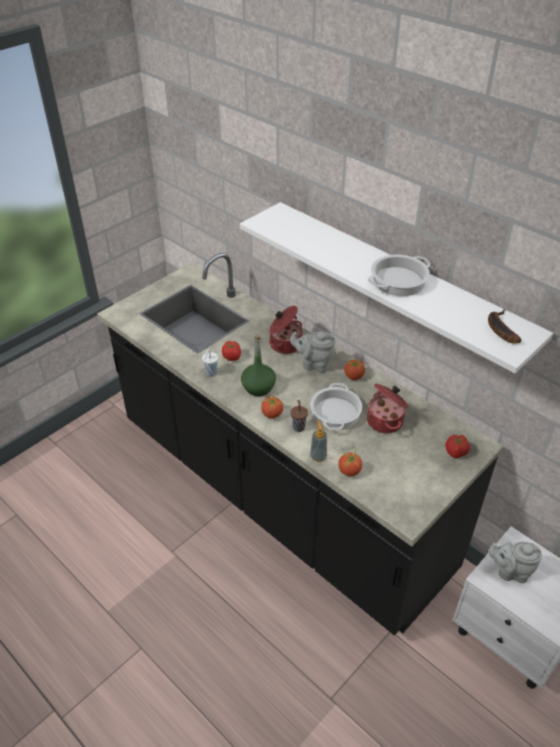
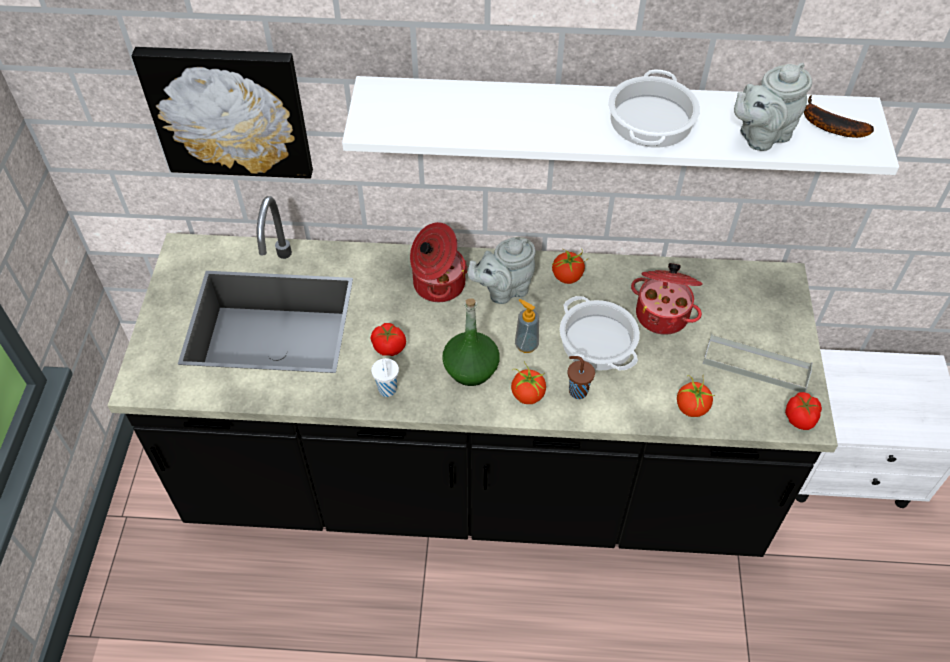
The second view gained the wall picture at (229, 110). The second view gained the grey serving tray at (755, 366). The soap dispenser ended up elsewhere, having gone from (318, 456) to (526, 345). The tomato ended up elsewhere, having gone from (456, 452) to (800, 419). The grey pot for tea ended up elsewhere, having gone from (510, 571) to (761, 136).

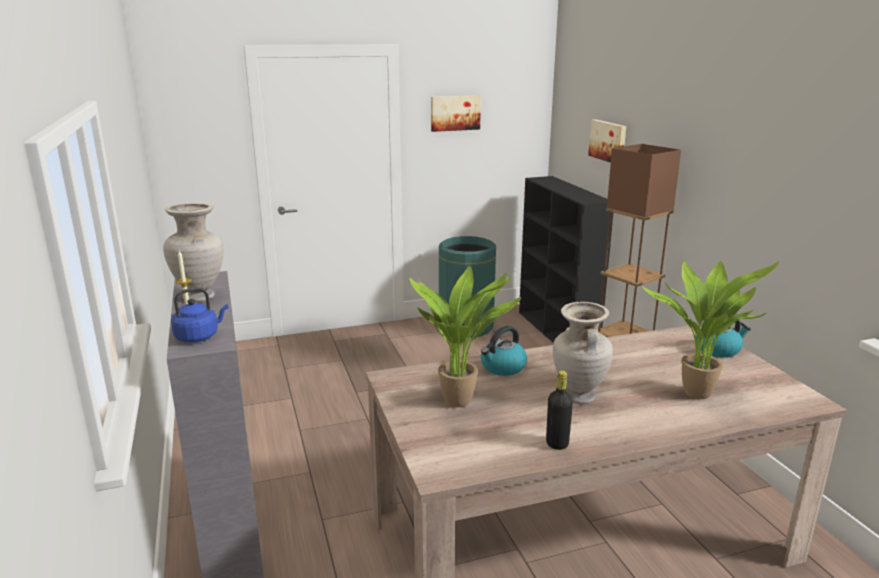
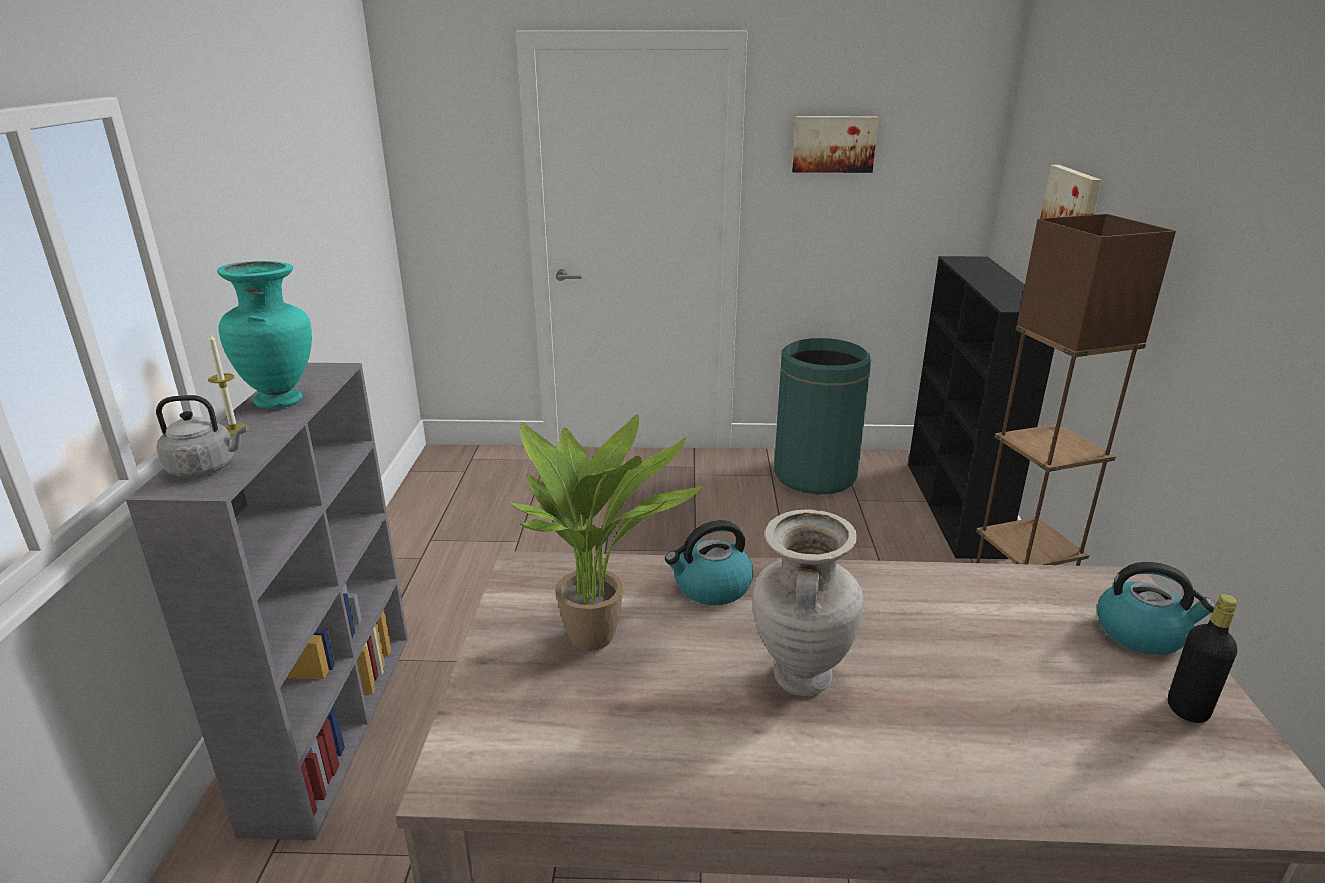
The second view lost the plant in a pot at (697, 392). The black-coloured drink bottle ended up elsewhere, having gone from (557, 443) to (1187, 709). What was the sand-coloured flower vase at (200, 297) turned into the turquoise-coloured flower vase at (281, 401). What was the bluish tea kettle at (199, 336) turned into the grey tea kettle at (206, 468).

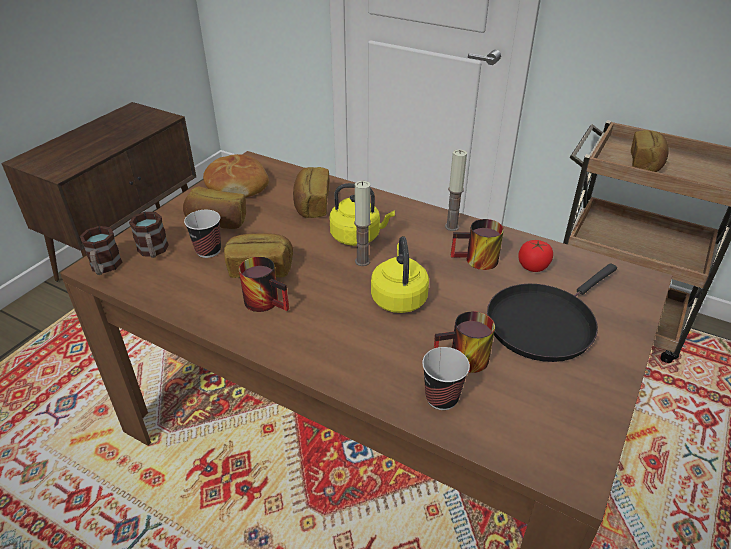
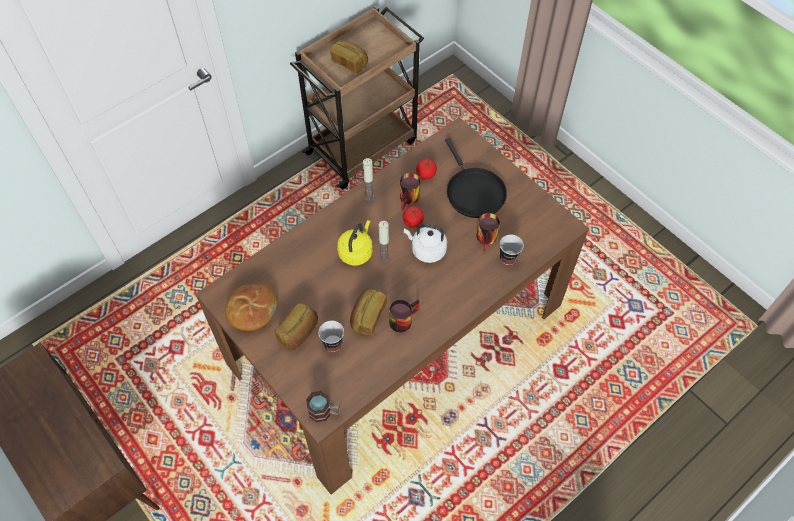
The second view lost the coffee mug at (153, 251). The second view lost the bread at (311, 205). The second view gained the tomato at (413, 222). What was the yellowish tea kettle at (398, 297) turned into the whitish tea kettle at (426, 250).

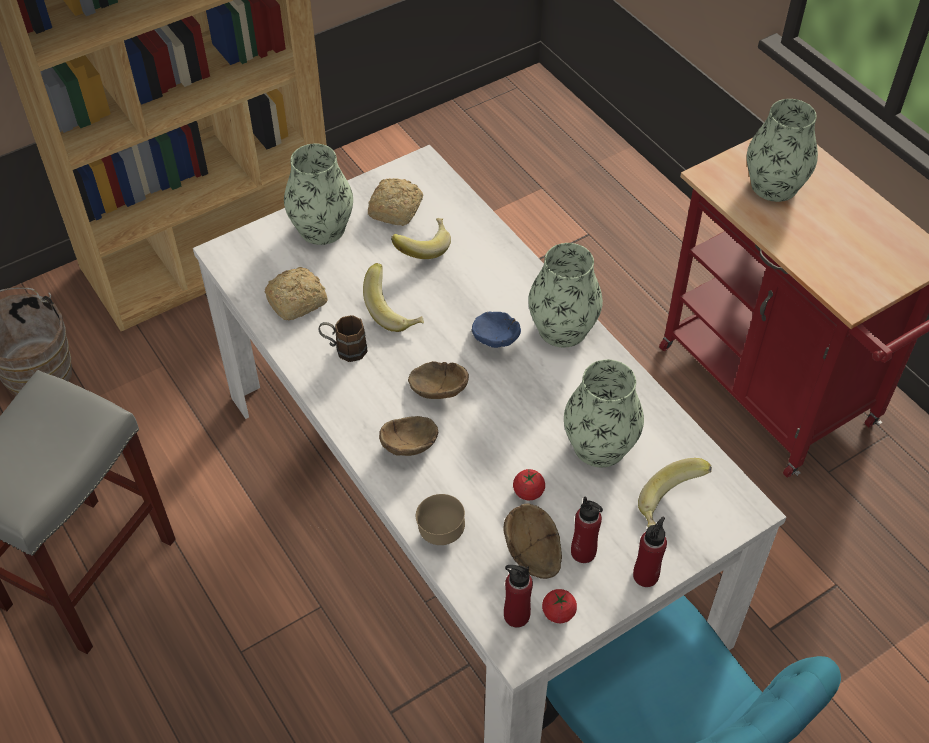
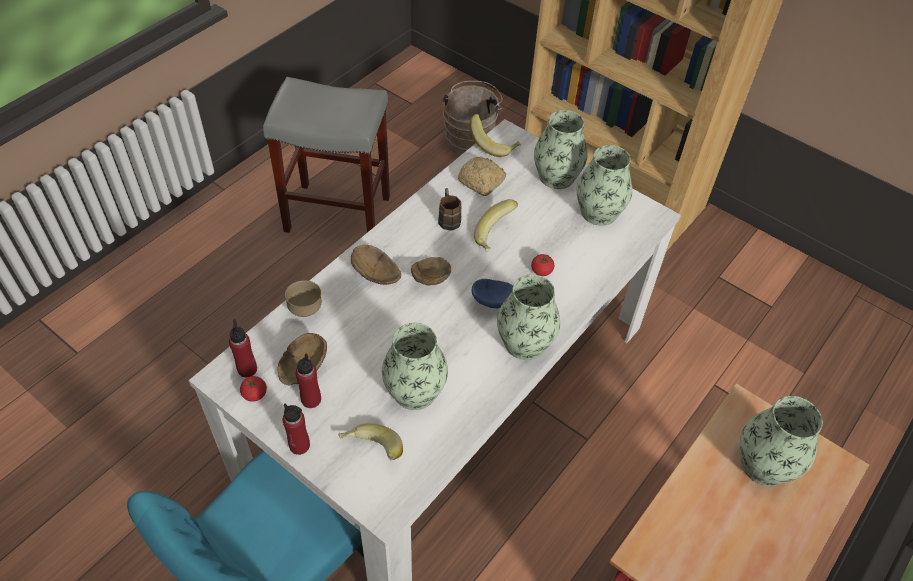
The whole banana ended up elsewhere, having gone from (422, 247) to (494, 145). The tomato ended up elsewhere, having gone from (528, 492) to (541, 271). Where the bread stood at (396, 208), the flower vase came to stand at (599, 212).

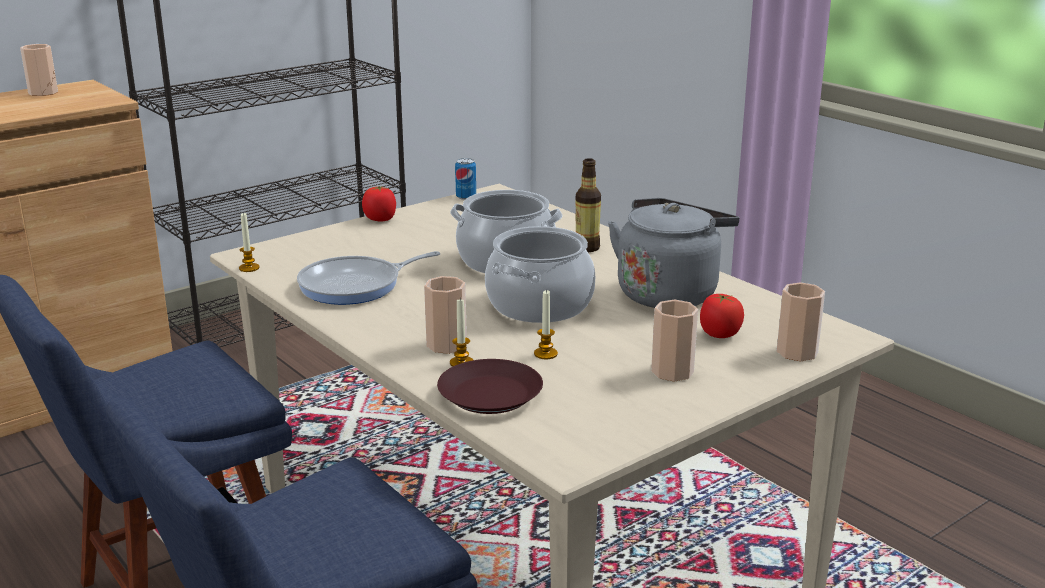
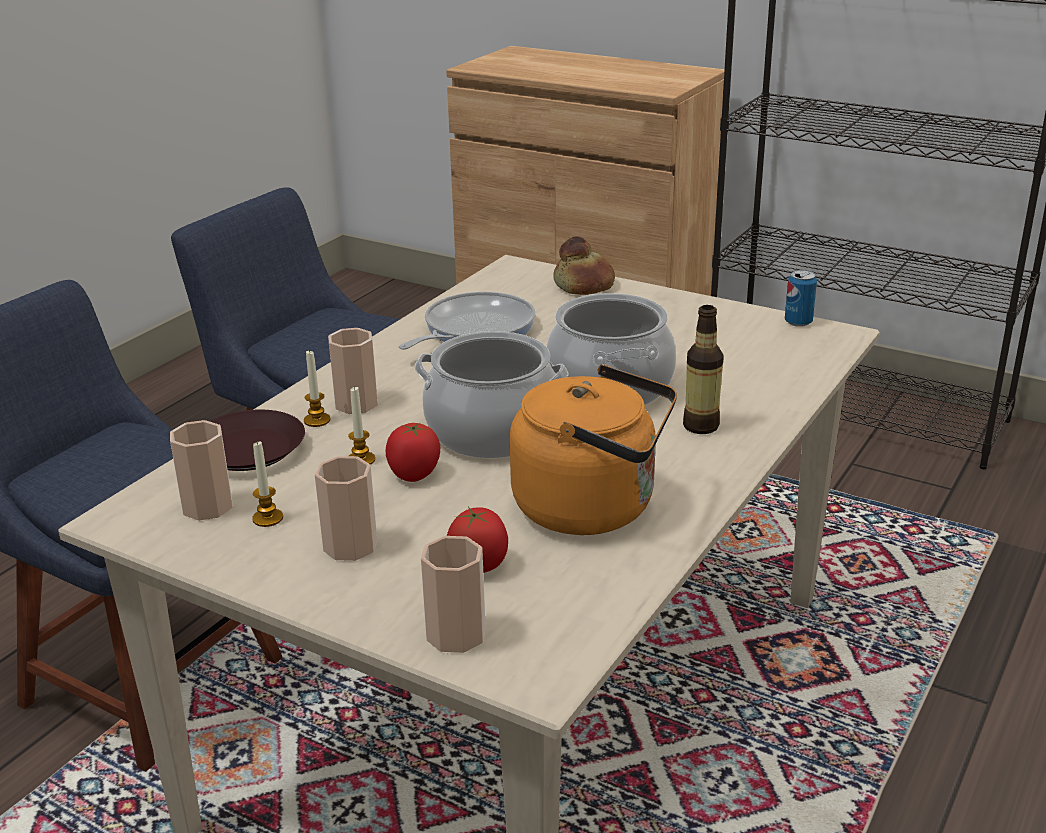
The second view gained the bread at (584, 285). The drinking cup ended up elsewhere, having gone from (43, 93) to (207, 507). The candle ended up elsewhere, having gone from (249, 268) to (268, 518). The tomato ended up elsewhere, having gone from (380, 219) to (414, 475). What was the grey tea kettle at (669, 293) turned into the orange-coloured tea kettle at (593, 508). The frying pan at (355, 286) ended up facing another way, 90 degrees clockwise from before.

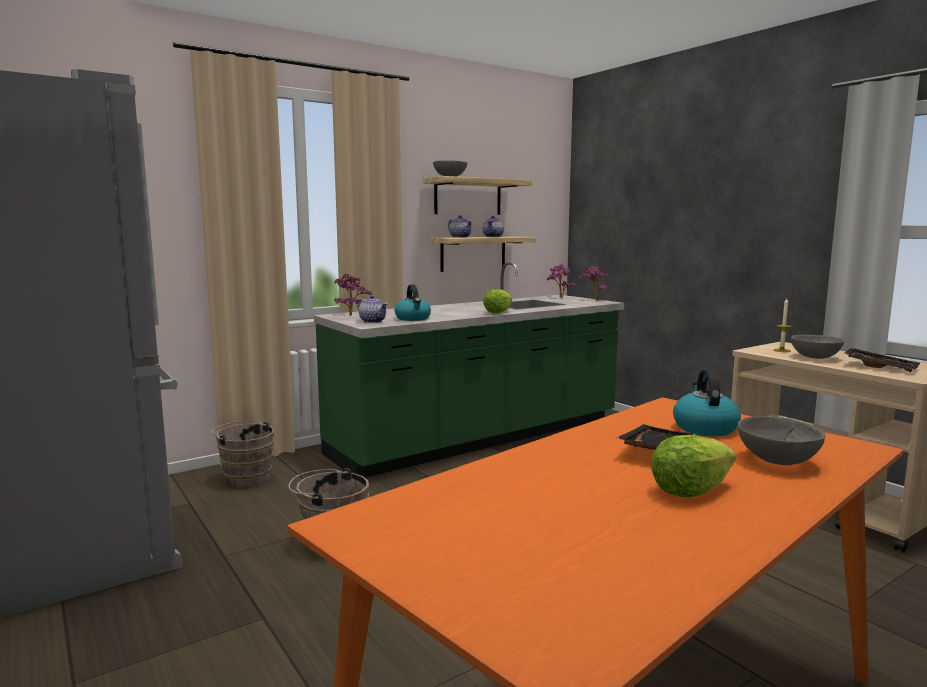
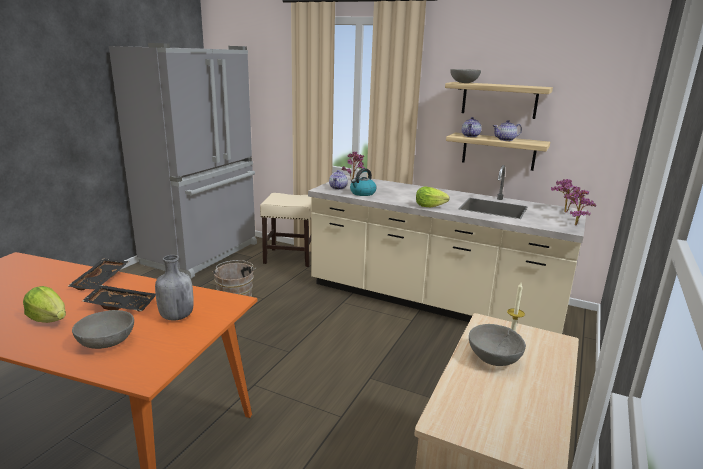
The black-coloured serving tray ended up elsewhere, having gone from (880, 367) to (101, 280). Where the brown-coloured pail stood at (246, 478), the sand-coloured stool came to stand at (290, 257). Where the tea kettle stood at (704, 428), the grey drink bottle came to stand at (176, 316). What was the greenish kitchen base unit at (479, 437) turned into the sand-coloured kitchen base unit at (432, 301).

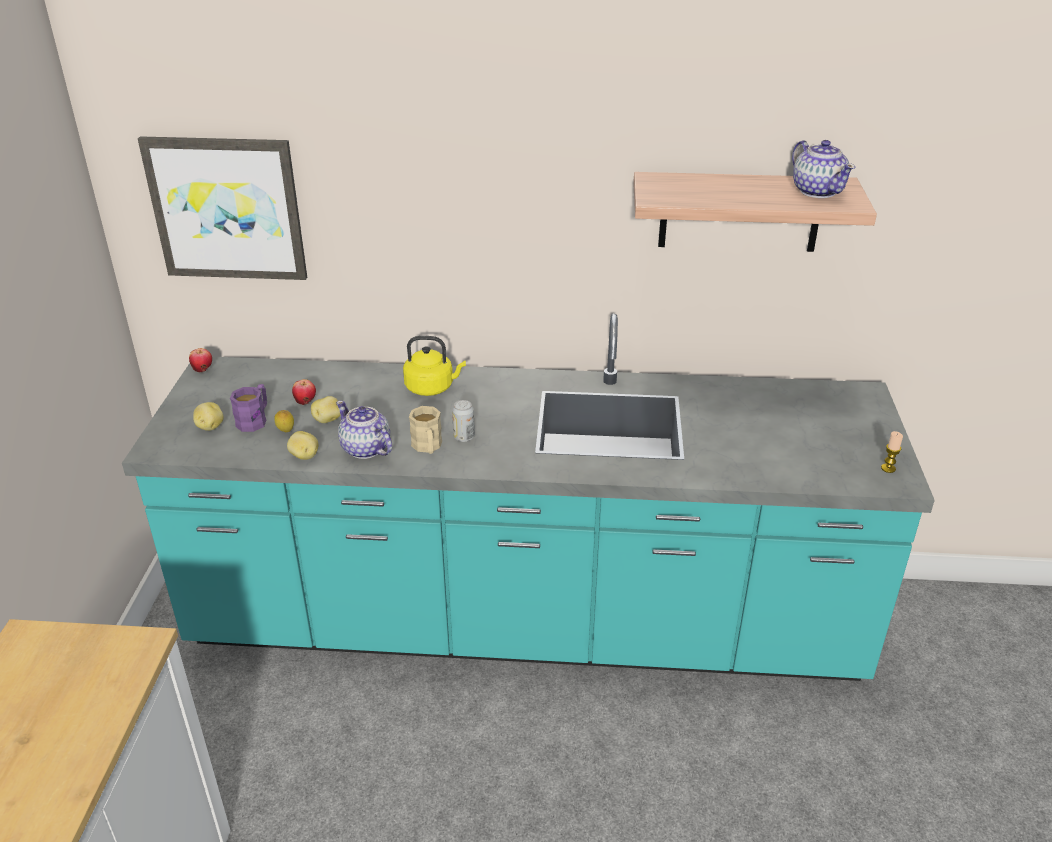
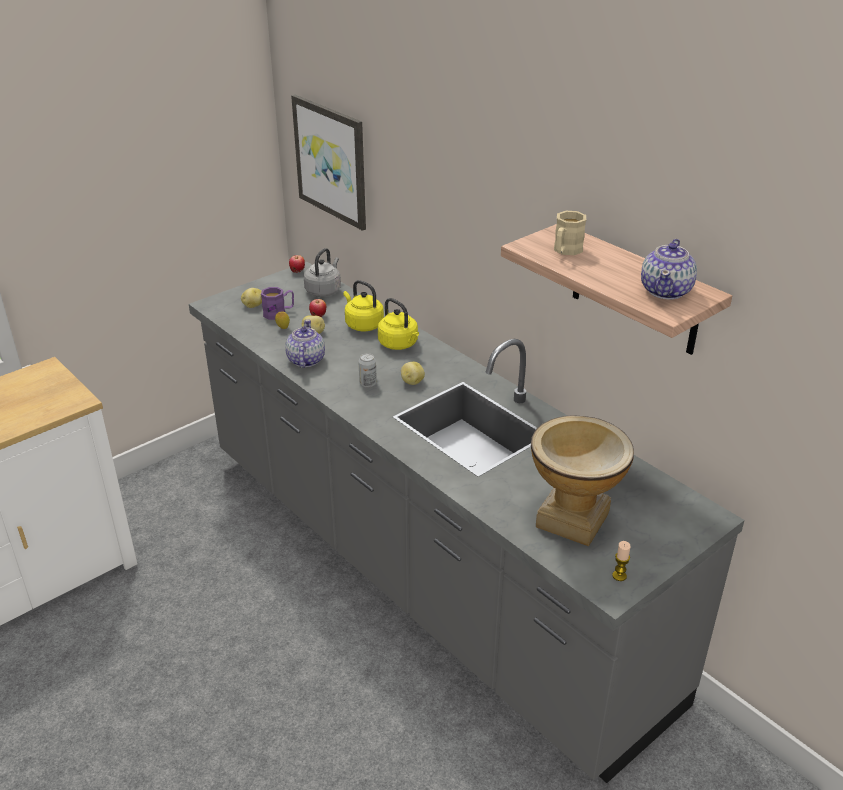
The second view gained the grey tea kettle at (324, 290). The second view gained the yellowish tea kettle at (363, 324). The second view gained the flower vase at (573, 519). The whole potato ended up elsewhere, having gone from (304, 456) to (412, 382). The sand-coloured coffee mug ended up elsewhere, having gone from (428, 447) to (565, 251). What was the turquoise-coloured kitchen base unit at (526, 624) turned into the grey kitchen base unit at (421, 569).

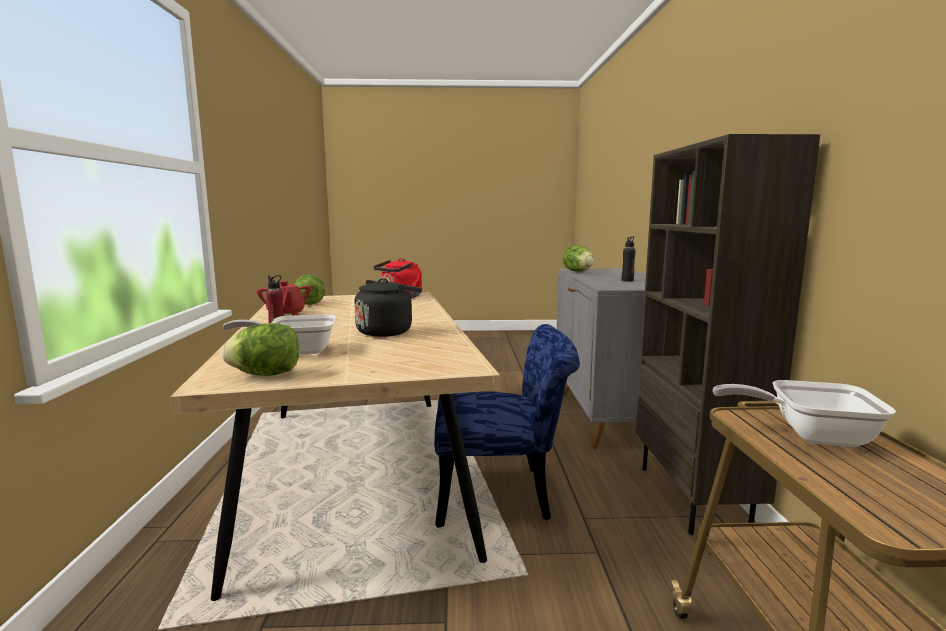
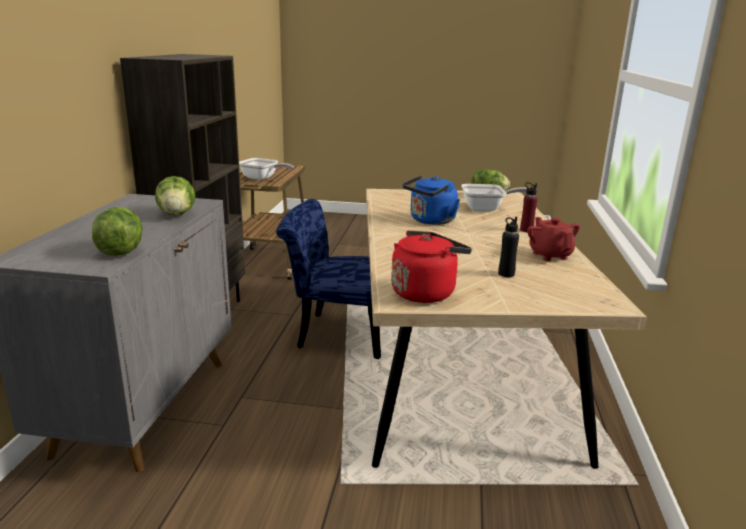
The head of lettuce ended up elsewhere, having gone from (309, 303) to (177, 214). The black-coloured drink bottle ended up elsewhere, having gone from (627, 280) to (506, 274). What was the black-coloured tea kettle at (387, 332) turned into the bluish tea kettle at (430, 221).

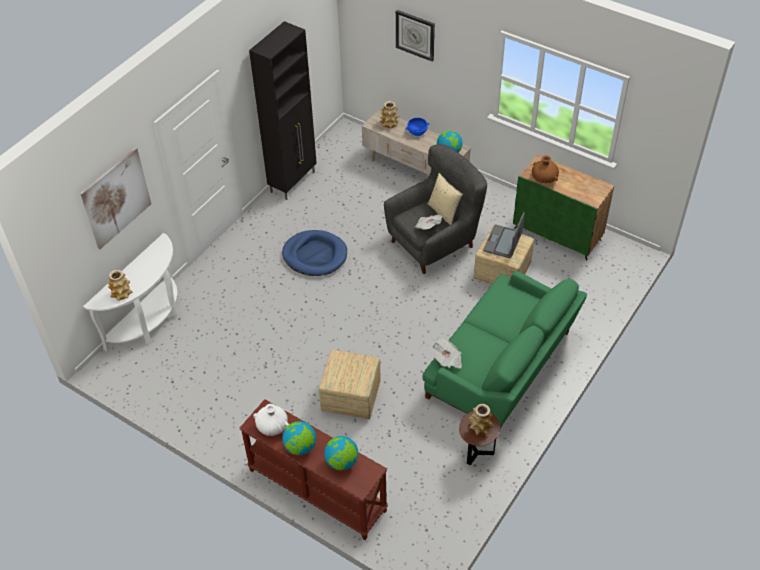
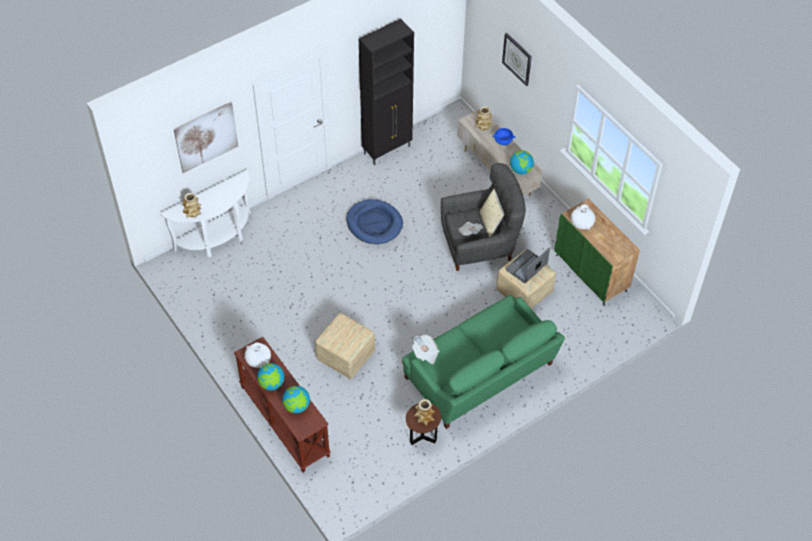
What was the brown-coloured flower vase at (544, 178) turned into the whitish flower vase at (581, 223).

